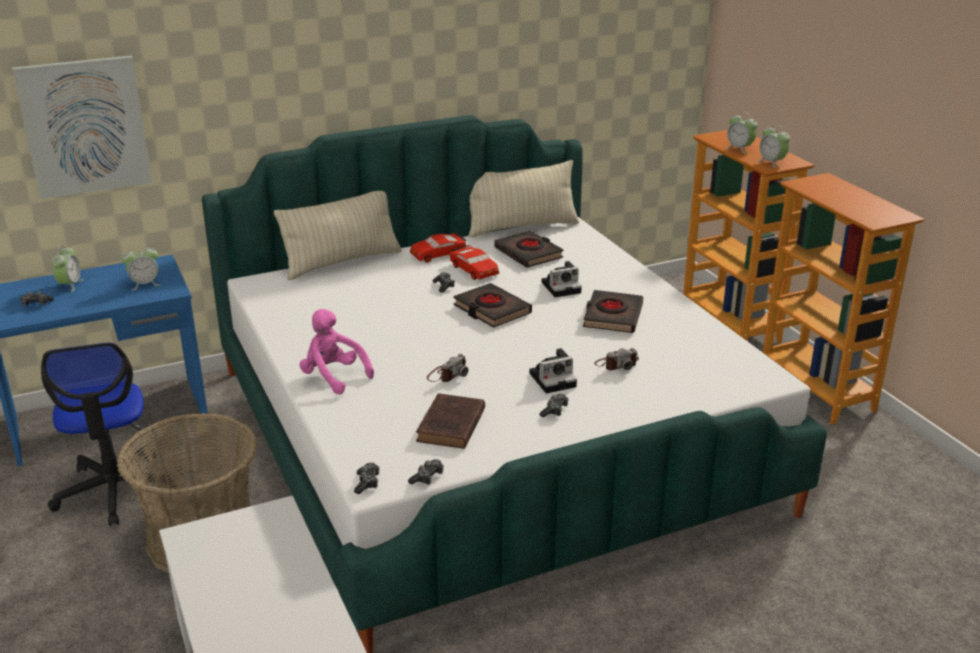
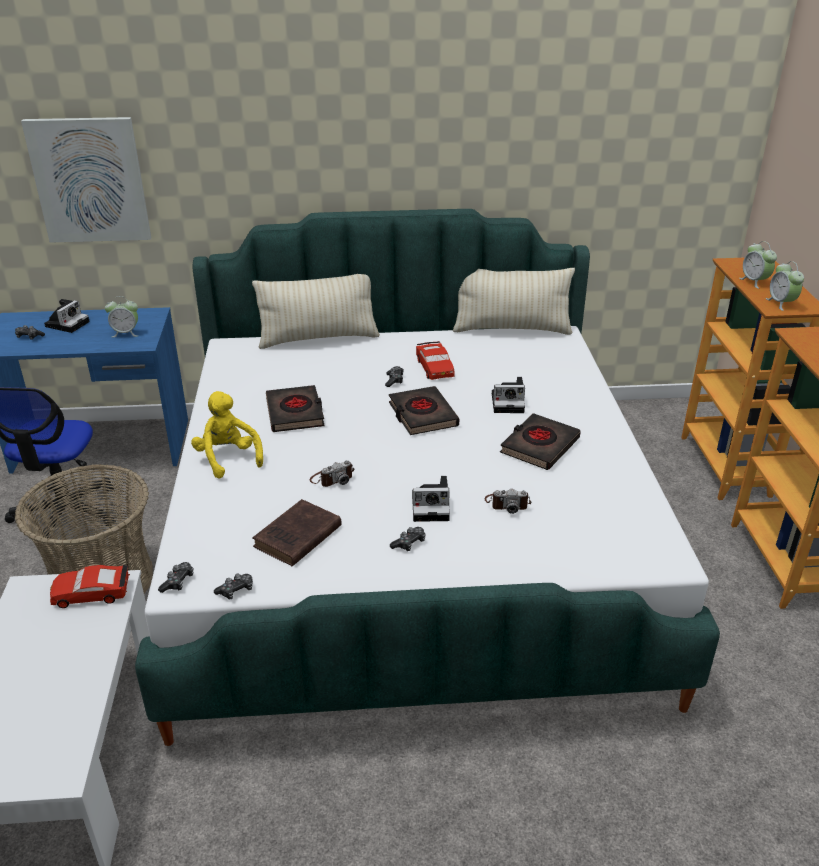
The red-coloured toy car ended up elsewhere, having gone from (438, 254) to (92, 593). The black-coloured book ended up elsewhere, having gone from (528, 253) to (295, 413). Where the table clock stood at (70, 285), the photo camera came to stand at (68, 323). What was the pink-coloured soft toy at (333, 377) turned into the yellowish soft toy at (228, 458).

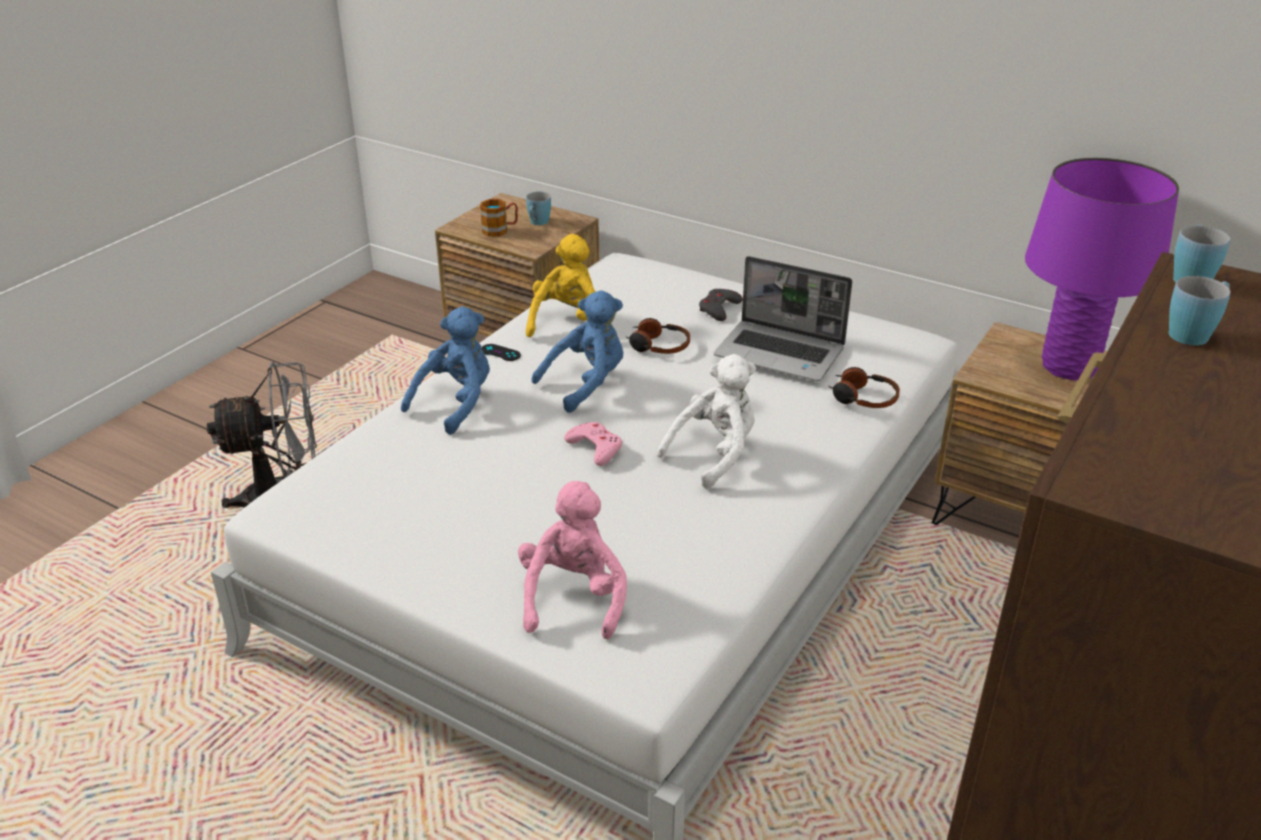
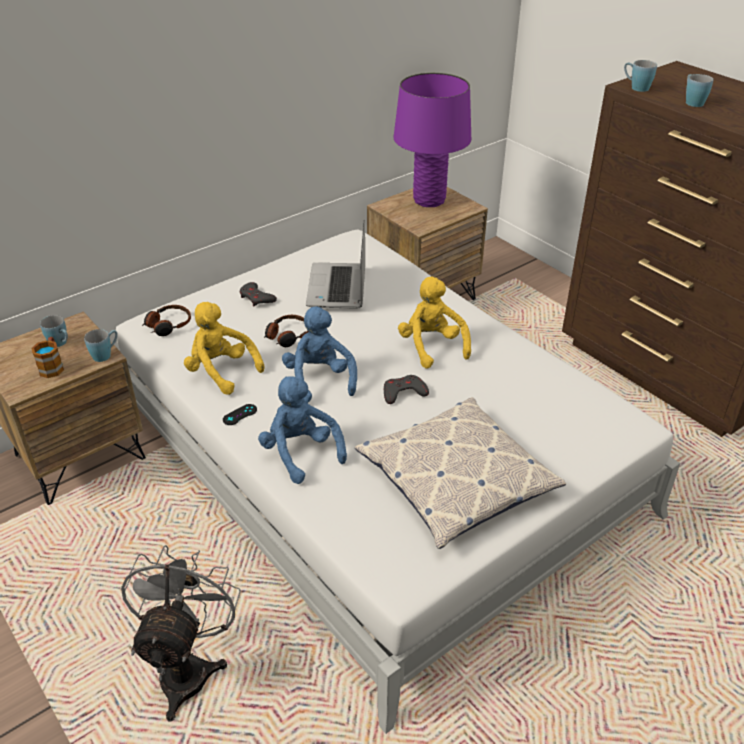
The second view lost the pink-coloured soft toy at (573, 597). The second view gained the bluish coffee mug at (105, 354). The second view gained the throw pillow at (456, 480). The headphones ended up elsewhere, having gone from (863, 398) to (168, 325). What was the pink-coloured game controller at (595, 447) turned into the grey game controller at (403, 392). What was the whitish soft toy at (714, 454) turned into the yellowish soft toy at (432, 346). The portable computer at (781, 353) ended up facing another way, 135 degrees clockwise from before.

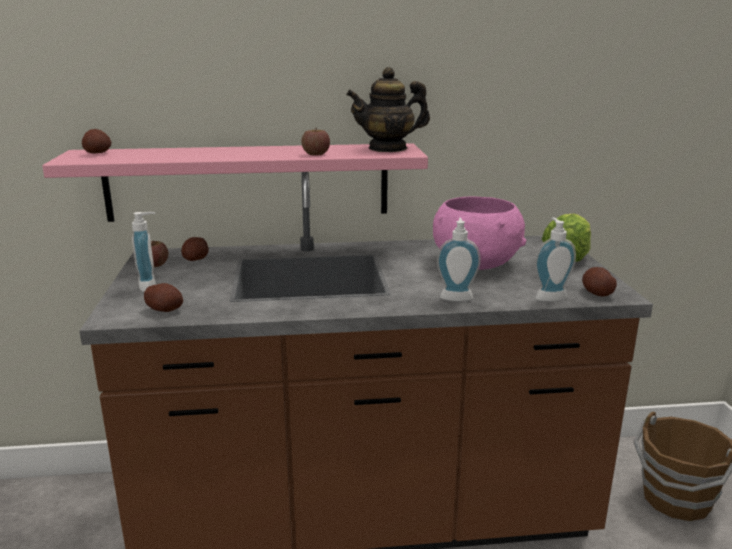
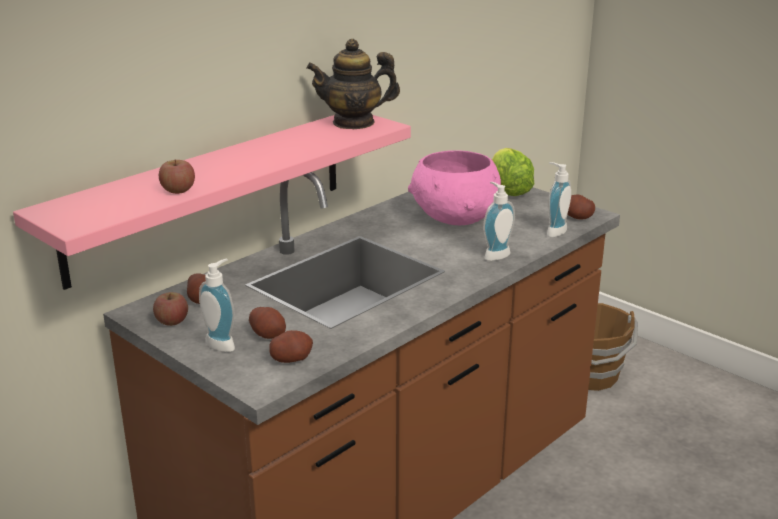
The whole potato ended up elsewhere, having gone from (98, 153) to (268, 334). The whole apple ended up elsewhere, having gone from (316, 154) to (178, 190). The pot for tea at (388, 148) ended up facing another way, 45 degrees clockwise from before.

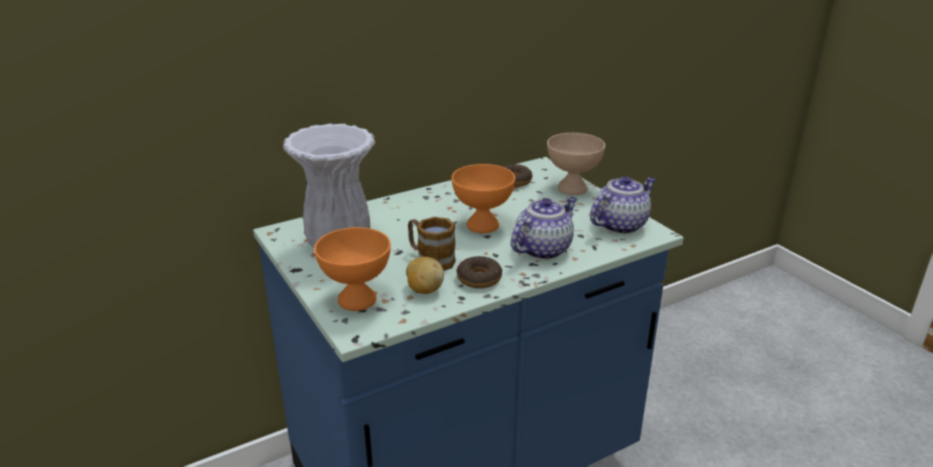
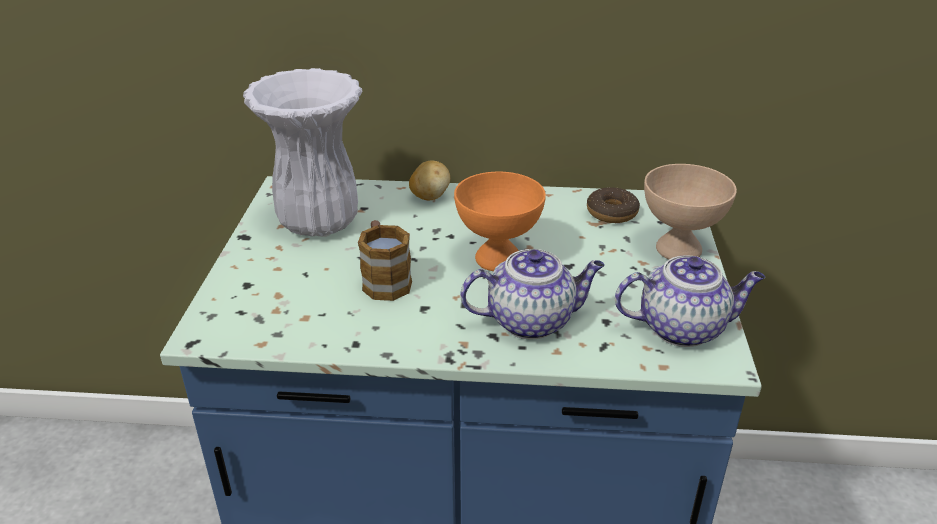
The second view lost the orange-coloured deep dish at (357, 299). The second view lost the ring doughnut at (479, 278). The whole potato ended up elsewhere, having gone from (424, 289) to (430, 196).

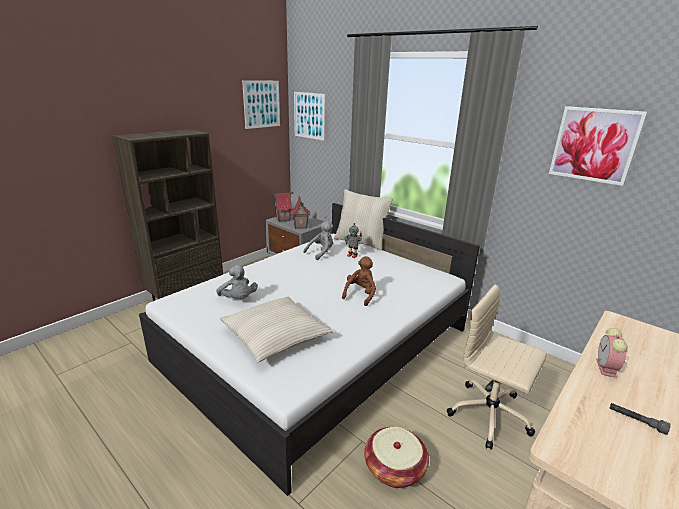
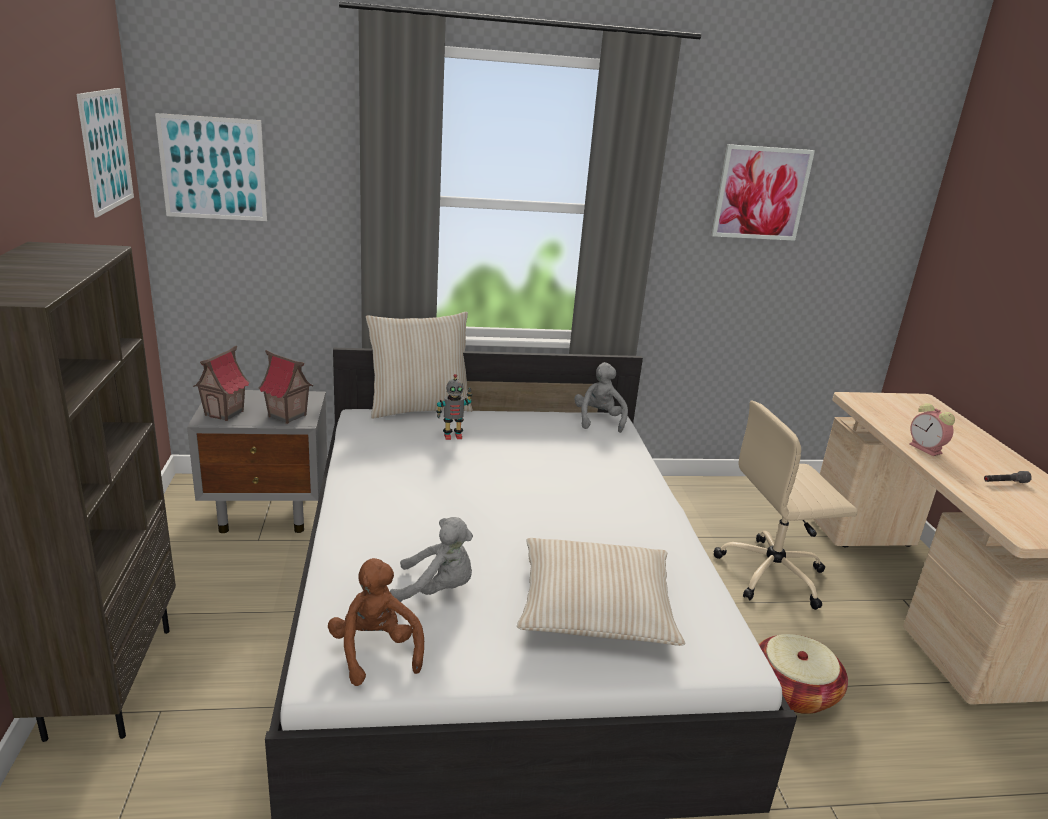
The grey soft toy ended up elsewhere, having gone from (321, 253) to (598, 420). The brown-coloured soft toy ended up elsewhere, having gone from (360, 295) to (375, 651).

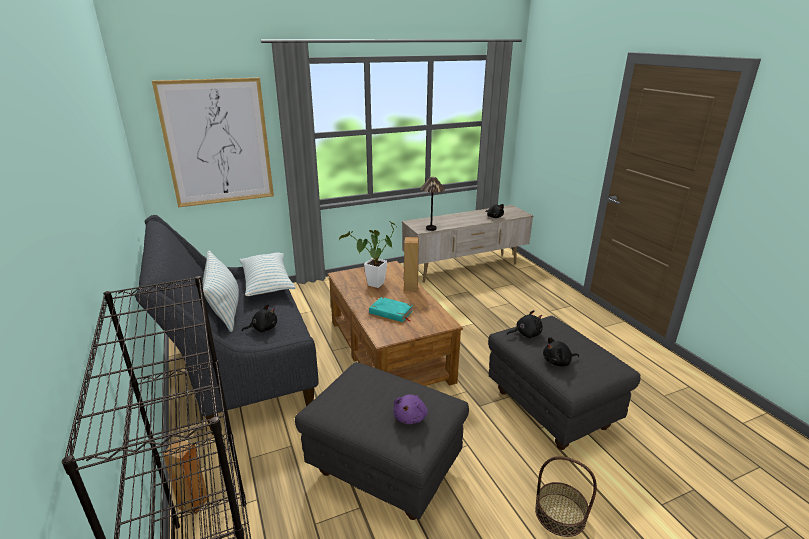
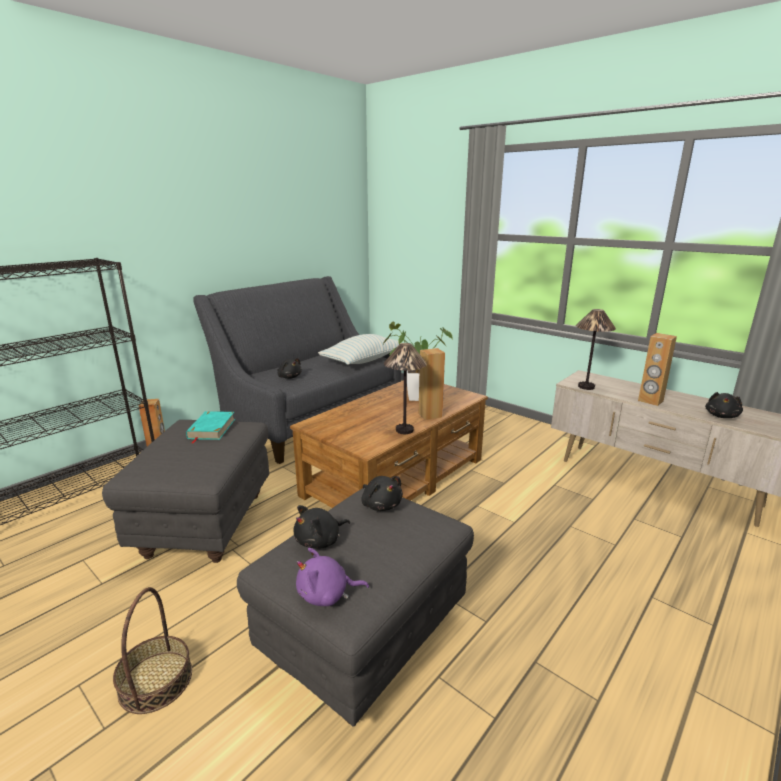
The second view lost the wall picture at (218, 143). The second view lost the throw pillow at (224, 309). The second view gained the tabletop lamp at (404, 430). The second view gained the brown-coloured audio speaker at (650, 401). The turquoise-coloured book ended up elsewhere, having gone from (391, 312) to (211, 429). The purple-coloured soft toy ended up elsewhere, having gone from (410, 417) to (327, 595). The black-coloured soft toy at (558, 362) ended up facing another way, 90 degrees counterclockwise from before.

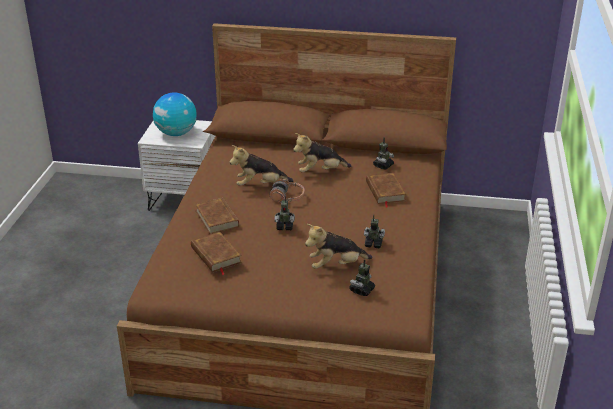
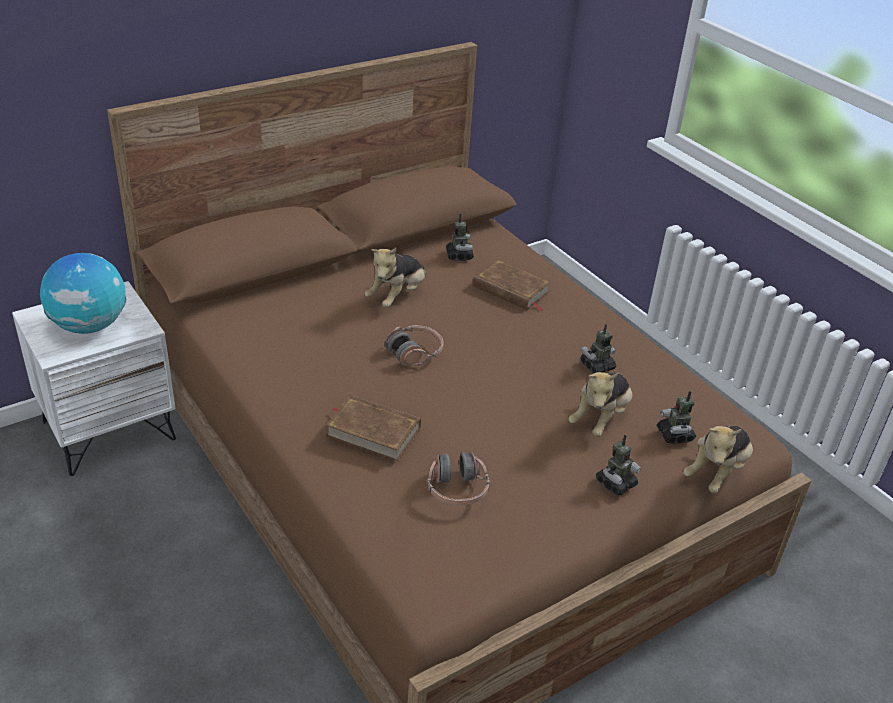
The soft toy ended up elsewhere, having gone from (260, 185) to (716, 472). The robot figure ended up elsewhere, having gone from (284, 226) to (615, 484). Where the brown-coloured book stood at (216, 255), the headphones came to stand at (457, 489).

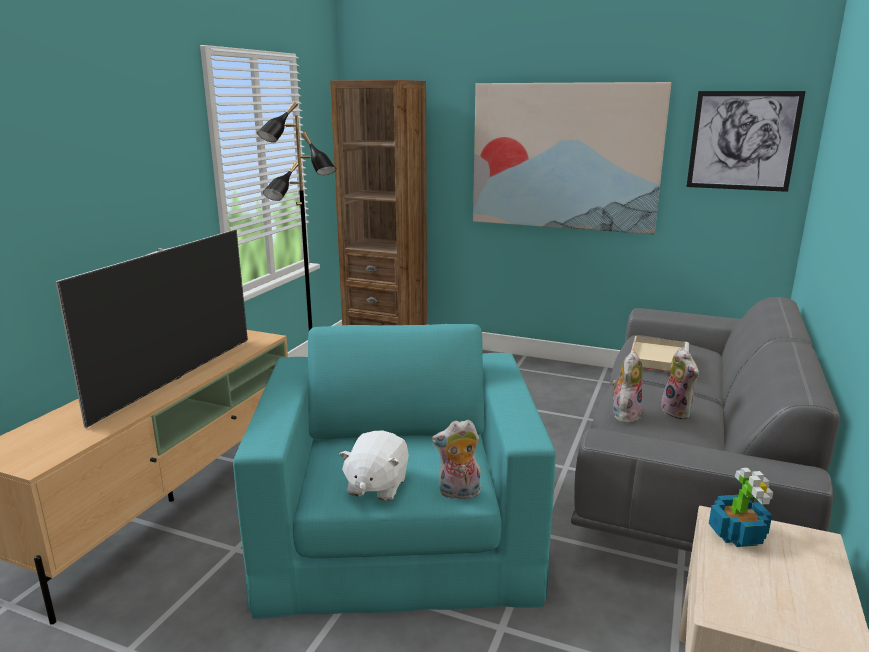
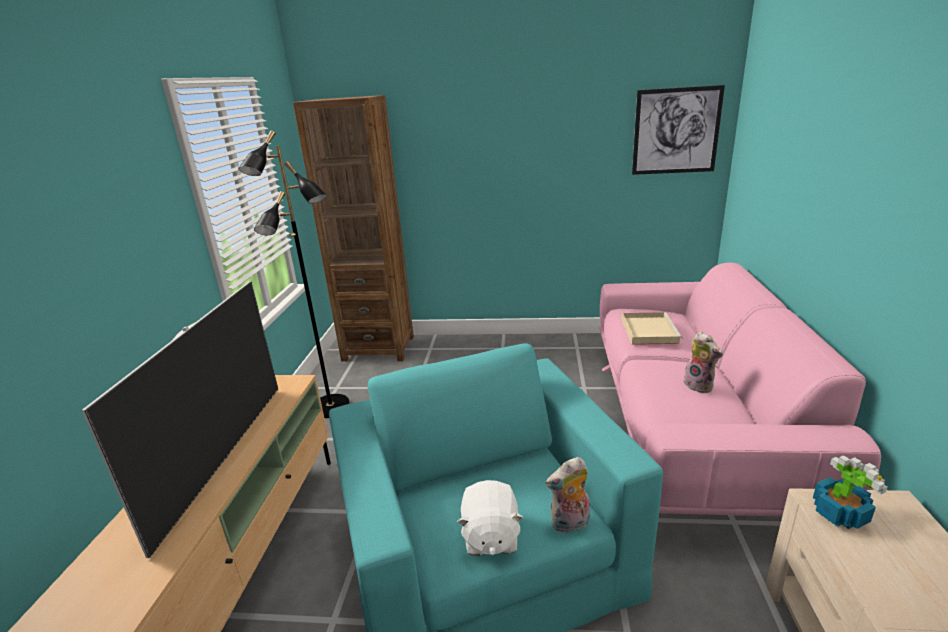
The second view lost the wall picture at (564, 157). The second view lost the soft toy at (624, 414). What was the grey sofa at (689, 473) turned into the pink-coloured sofa at (690, 424).

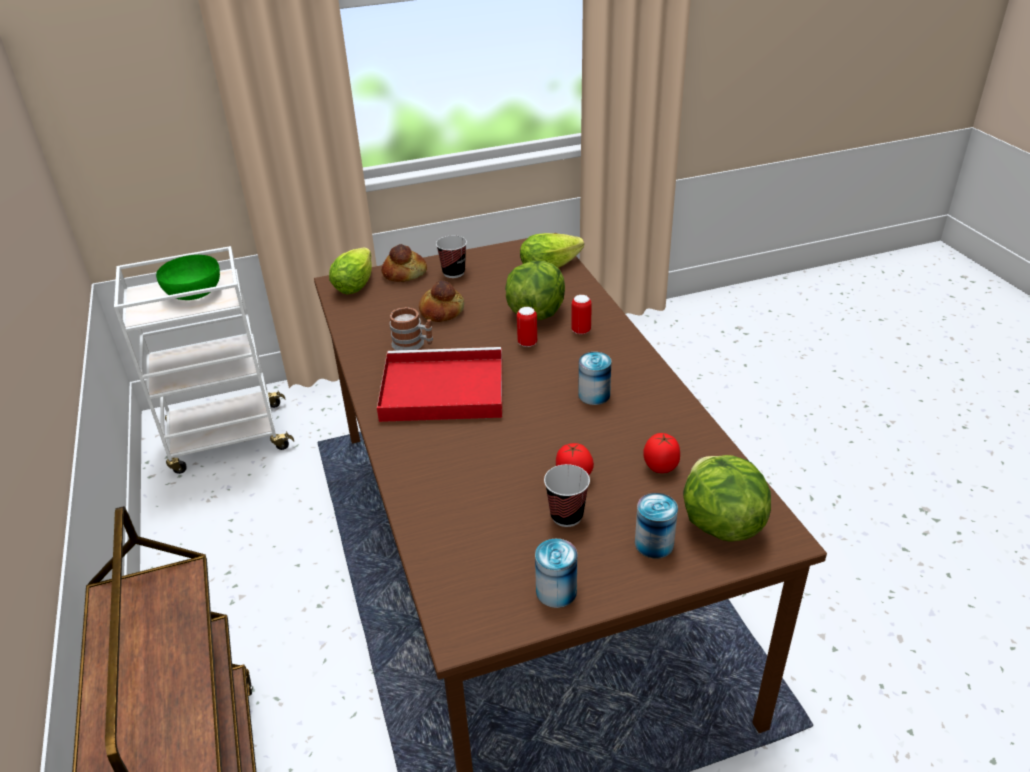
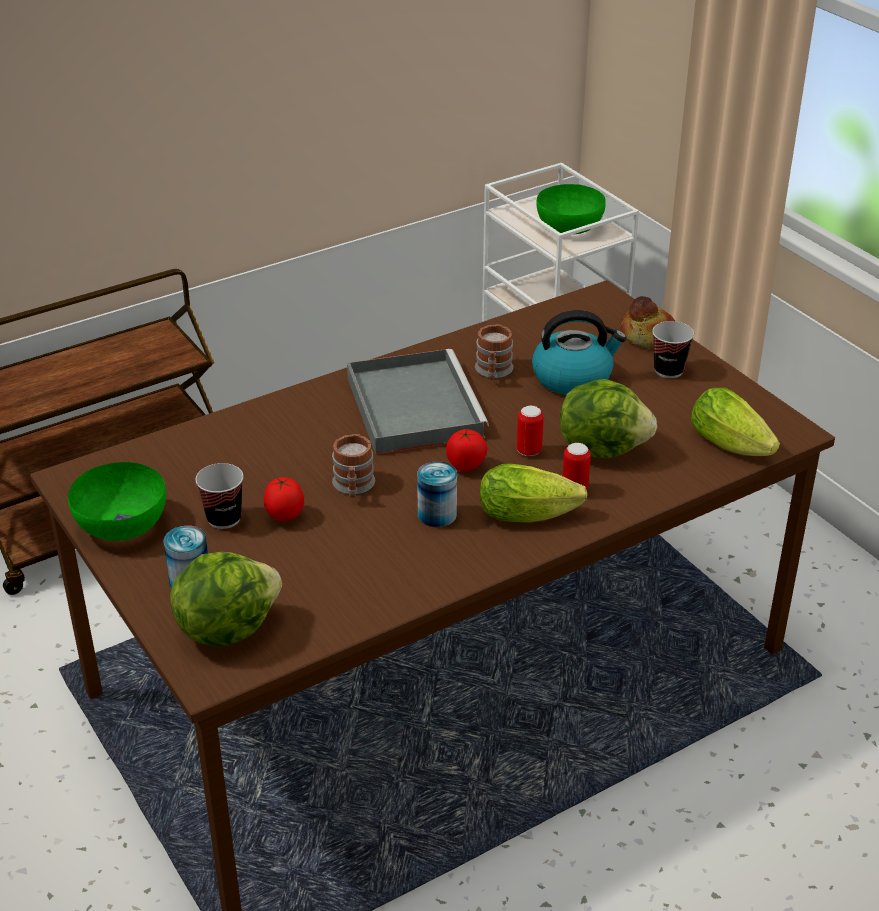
The second view gained the coffee mug at (353, 487). The head of lettuce ended up elsewhere, having gone from (356, 282) to (532, 514). The tomato ended up elsewhere, having gone from (661, 467) to (466, 466). Where the bread stood at (441, 311), the tea kettle came to stand at (573, 377). Where the sealed can stood at (556, 591), the greenish deep dish came to stand at (120, 524). What was the red-coloured serving tray at (440, 390) turned into the grey serving tray at (412, 405).

